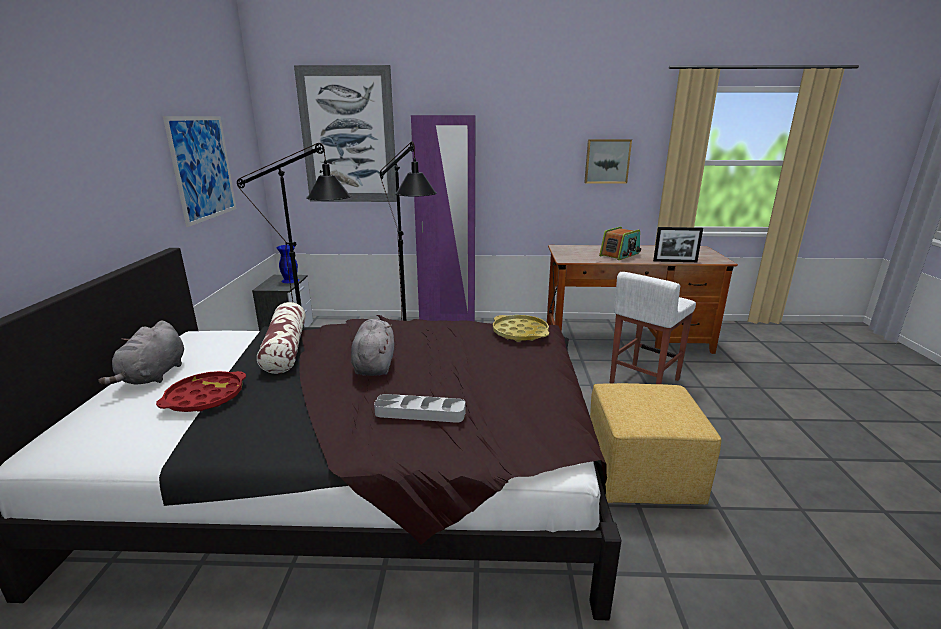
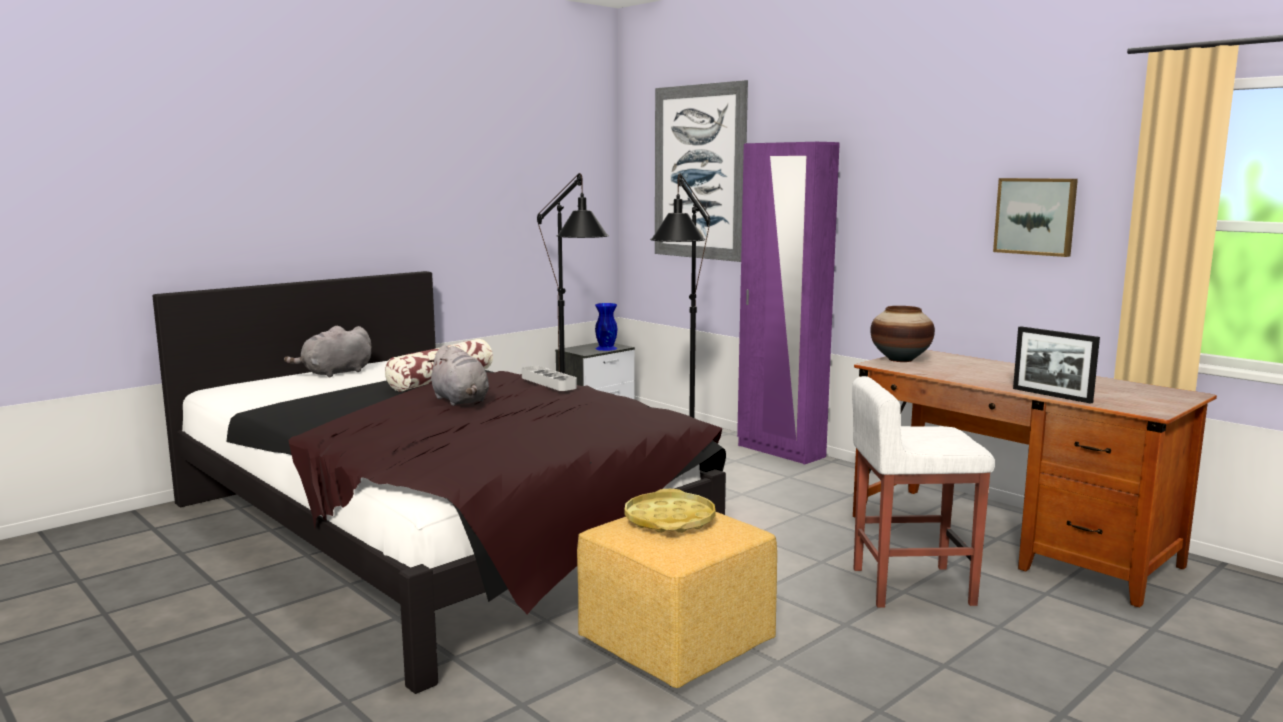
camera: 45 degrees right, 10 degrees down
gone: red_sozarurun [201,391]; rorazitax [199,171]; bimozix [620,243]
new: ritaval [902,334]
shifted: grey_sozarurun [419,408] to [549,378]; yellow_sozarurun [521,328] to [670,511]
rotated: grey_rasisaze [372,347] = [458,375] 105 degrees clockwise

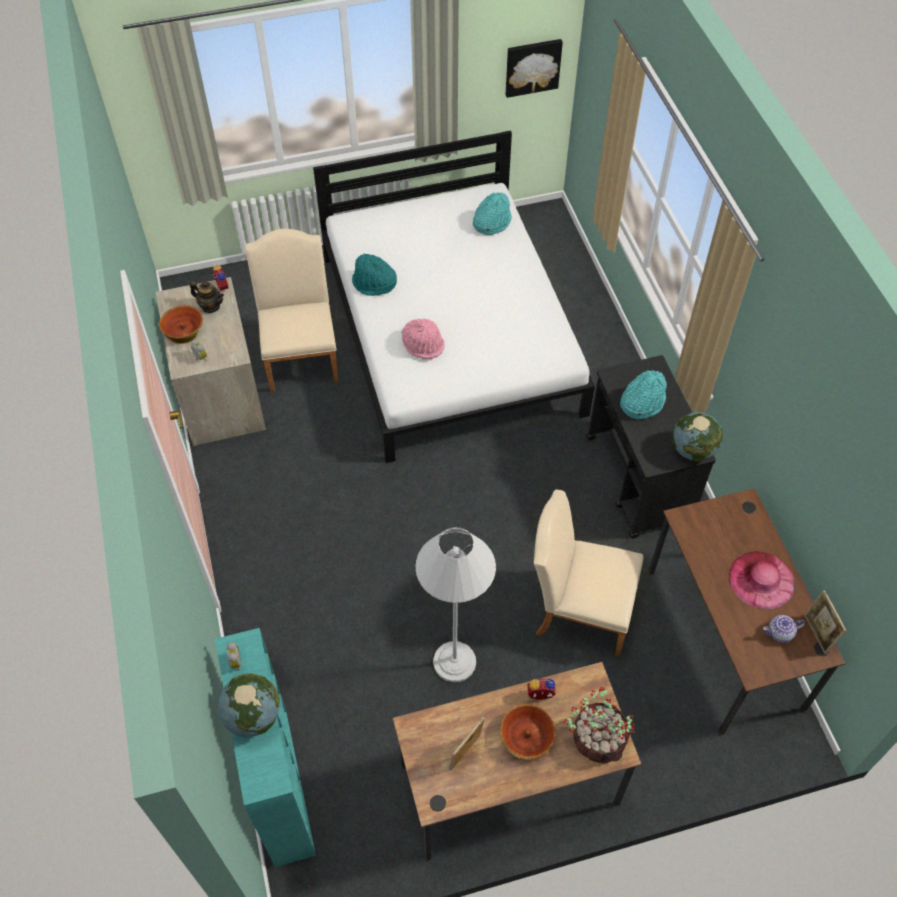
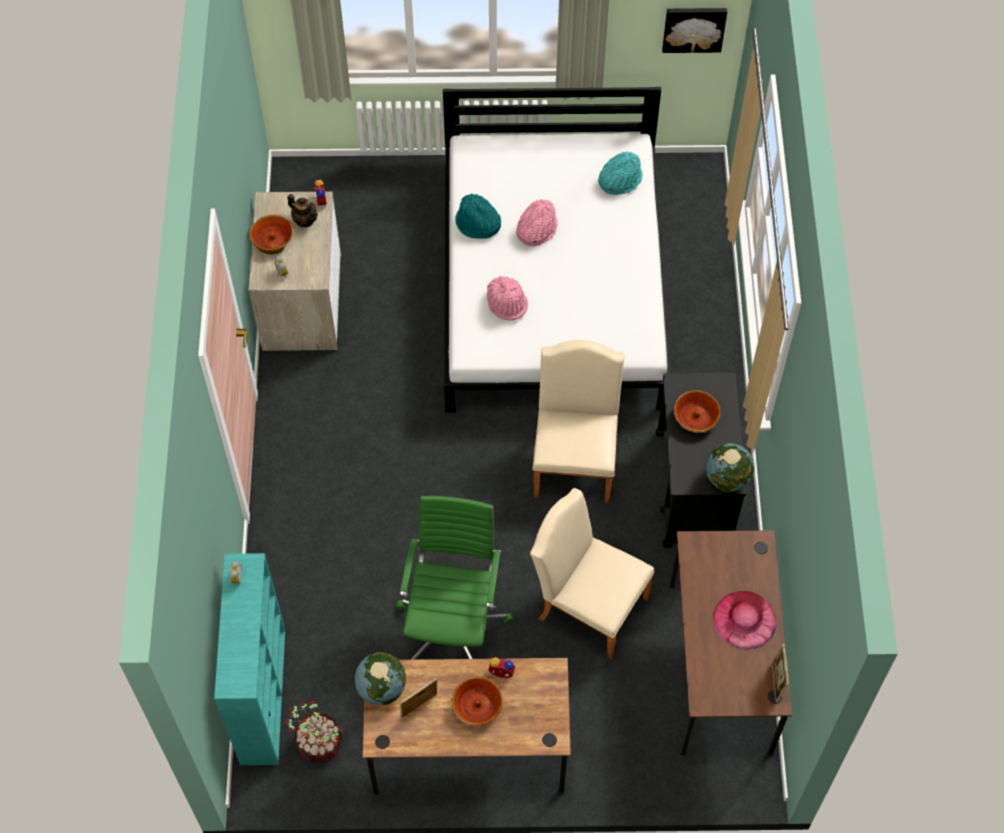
camera: 15 degrees right, 5 degrees up
gone: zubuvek [784,629]
new: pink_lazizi [537,222]
shifted: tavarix [599,725] to [313,732]; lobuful [248,705] to [380,678]; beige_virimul [292,311] to [578,421]
swapped: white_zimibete [455,604] to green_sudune [455,577]; turquoise_lazizi [643,395] to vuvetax [697,411]

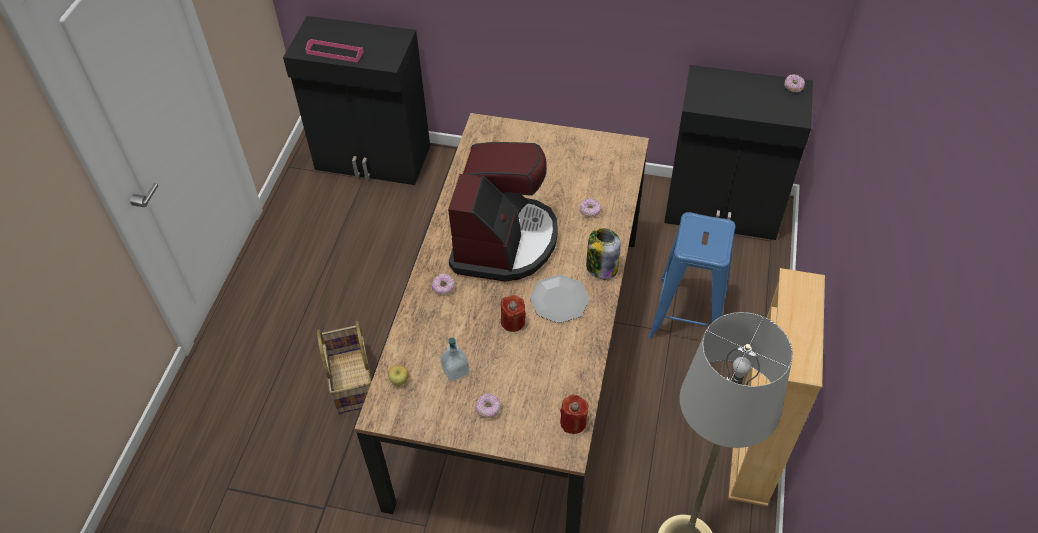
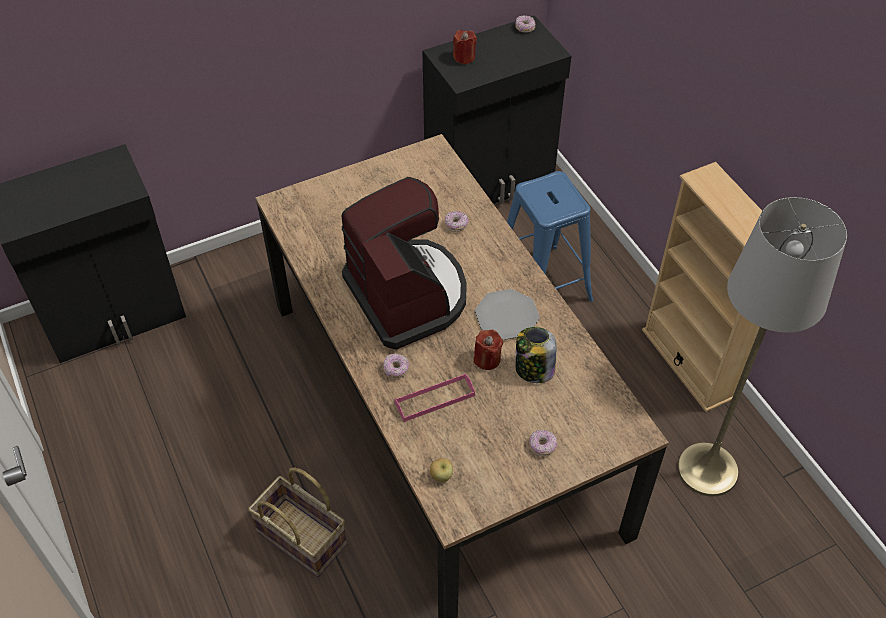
camera: 40 degrees left, 0 degrees up
gone: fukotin [455,359]
shifted: pink_sozarurun [334,50] to [435,398]; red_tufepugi [574,414] to [465,47]; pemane [603,253] to [536,355]

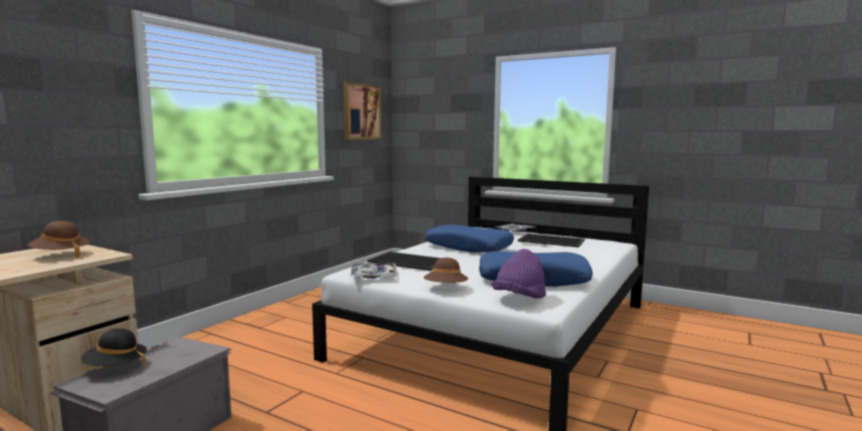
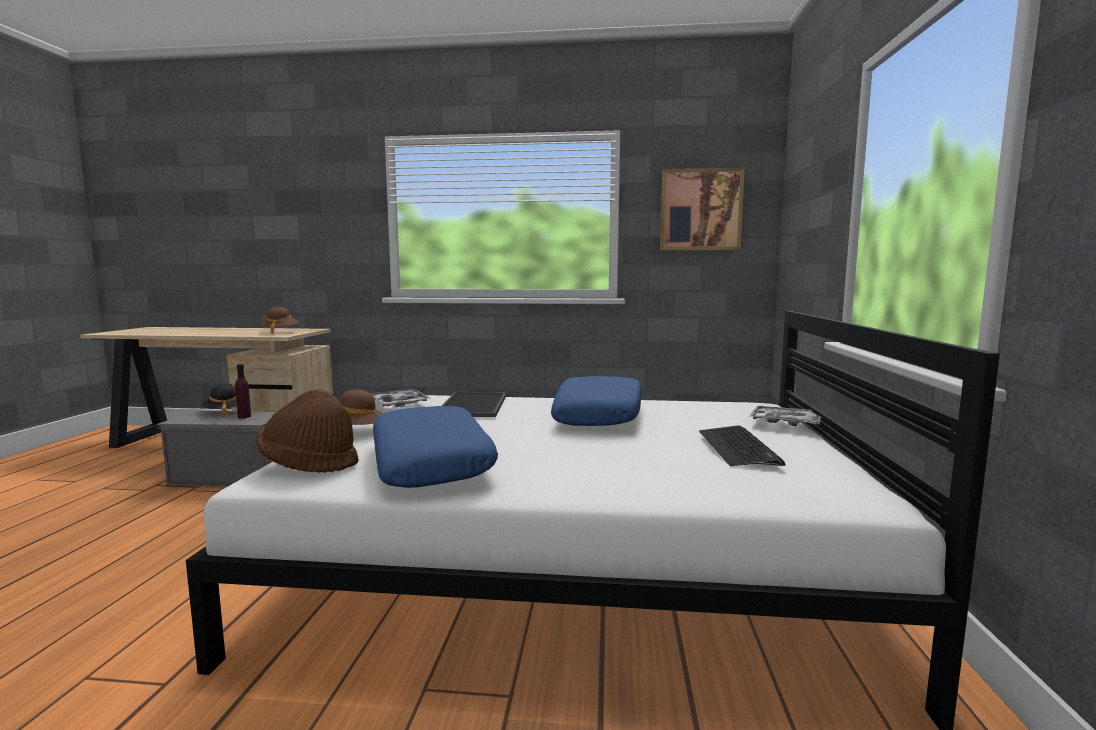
camera: 65 degrees right, 0 degrees up
new: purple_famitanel [243,391]
swapped: sozarurun [551,240] to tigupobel [742,445]
repainted: purple_lazizi [518,274] to brown_lazizi [307,431]

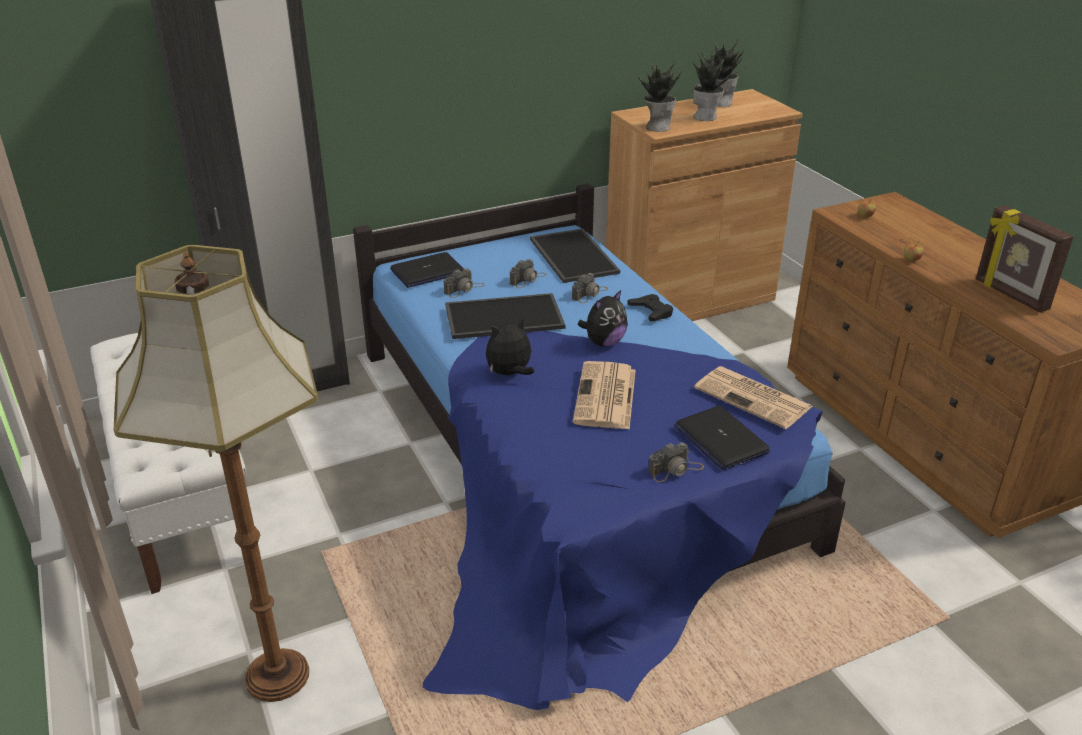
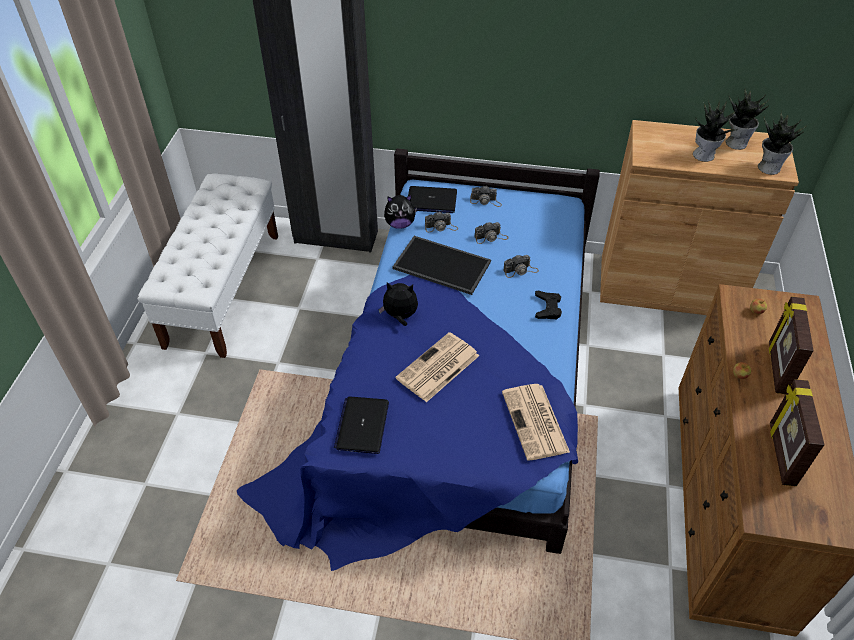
camera: 35 degrees right, 15 degrees up
gone: zimibete [216,473]; sozarurun [575,255]
new: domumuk [791,345]
shifted: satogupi [722,438] to [361,425]; rasisaze [603,318] to [400,212]; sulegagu [676,462] to [486,196]; tavarix [658,96] to [782,142]

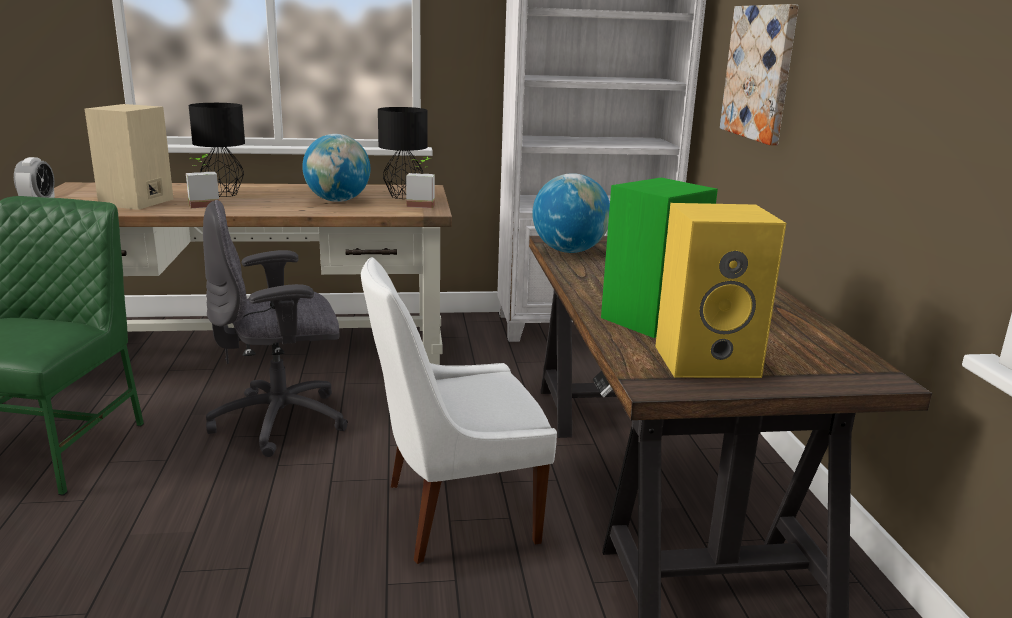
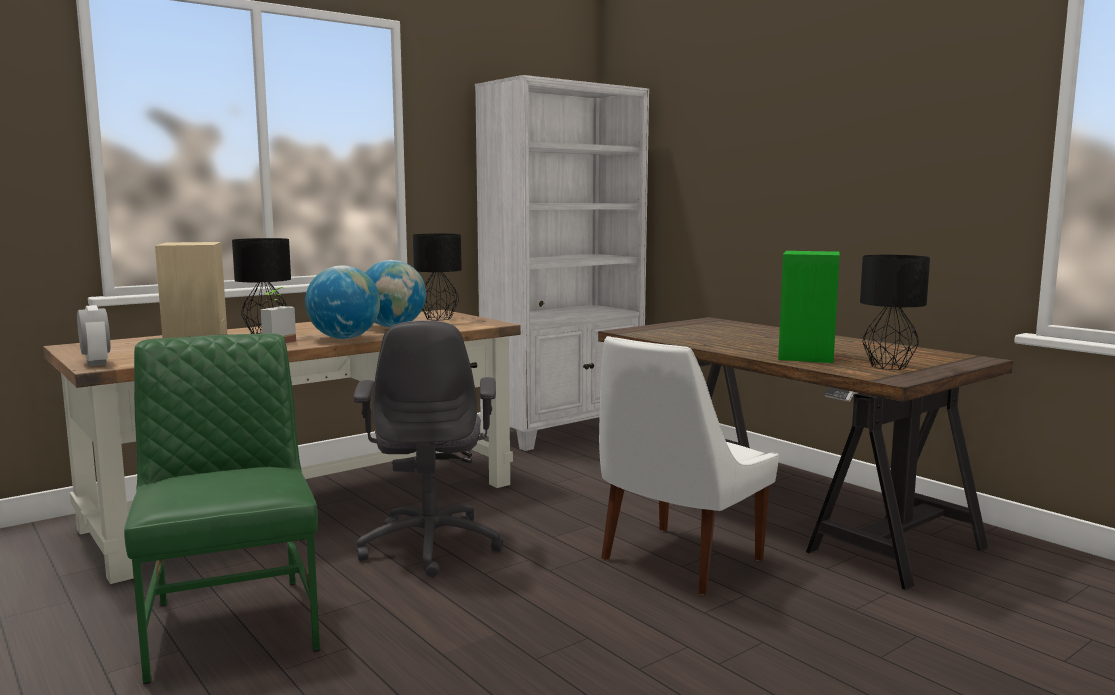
camera: 30 degrees left, 10 degrees down
gone: tavarix [420,182]; rorazitax [759,74]
shifted: lobuful [571,213] to [342,302]
swapped: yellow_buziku [720,290] to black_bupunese [895,312]
rotated: grey_sudune [275,328] = [428,448] 45 degrees counterclockwise

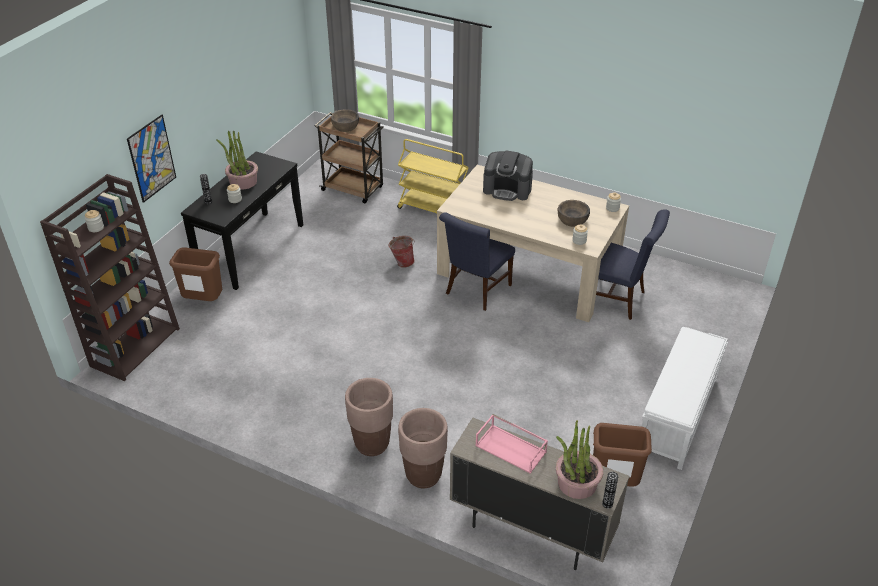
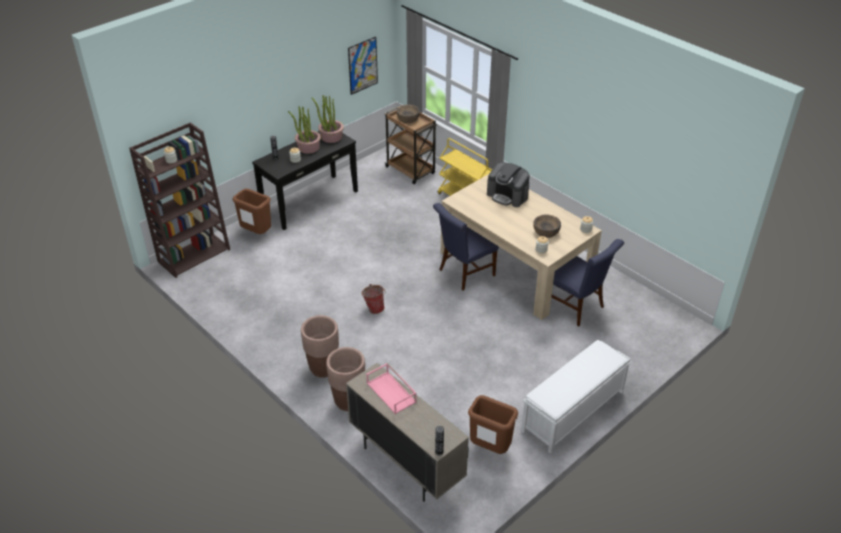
camera: 20 degrees right, 0 degrees up
shifted: tavarix [579,459] to [328,119]; rorazitax [151,159] to [363,66]; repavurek [401,252] to [374,299]

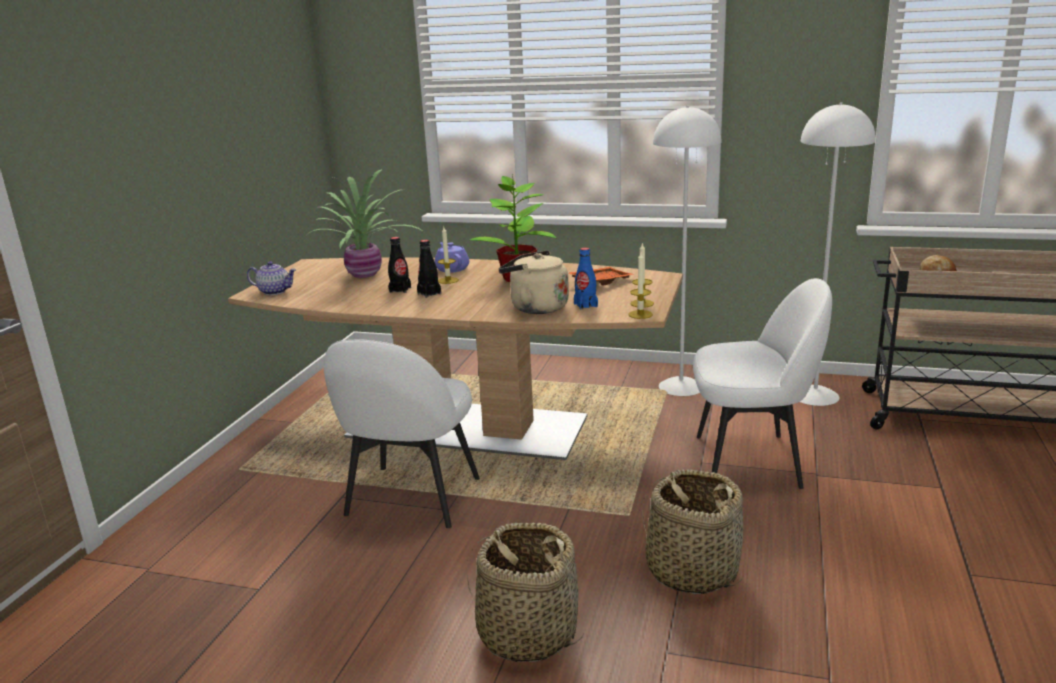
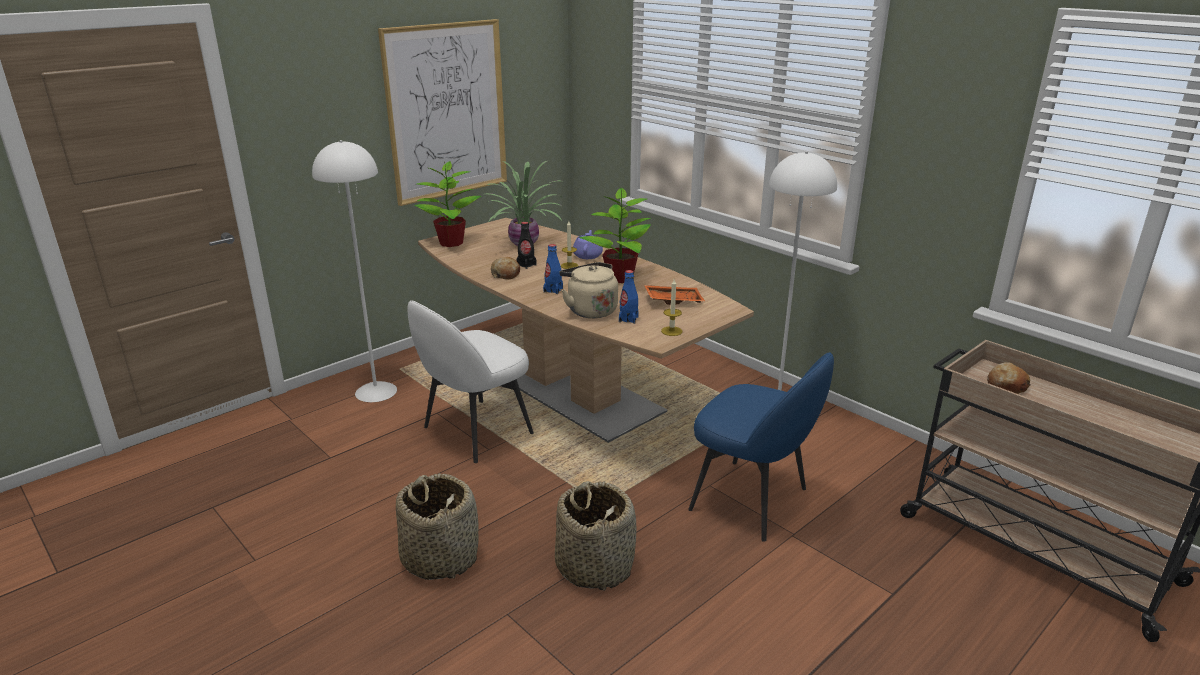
camera: 30 degrees right, 5 degrees up
gone: black_famitanel [429,269]; tufepugi [640,285]
new: rorazitax [442,112]; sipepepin [505,268]; blue_famitanel [553,269]
shifted: white_zimibete [838,254] to [354,271]
swapped: zubuvek [271,278] to tavarix [447,204]
repainted: white_virimul [762,383] to blue_virimul [761,447]

